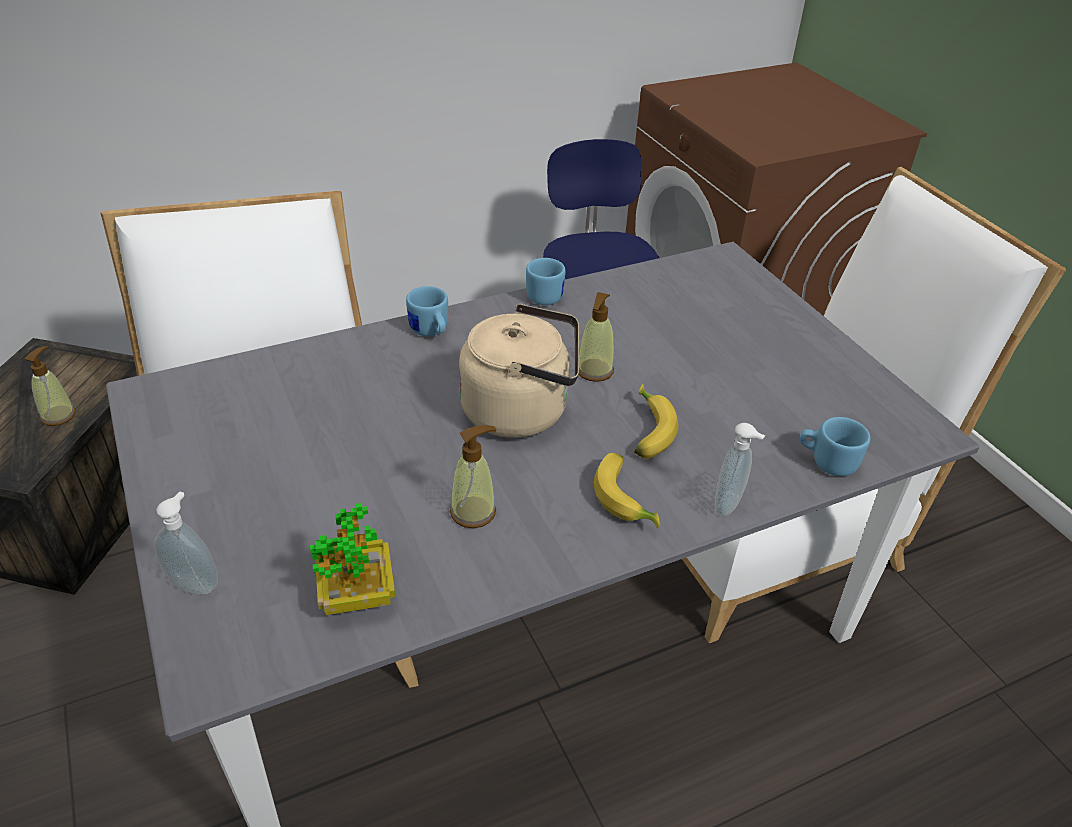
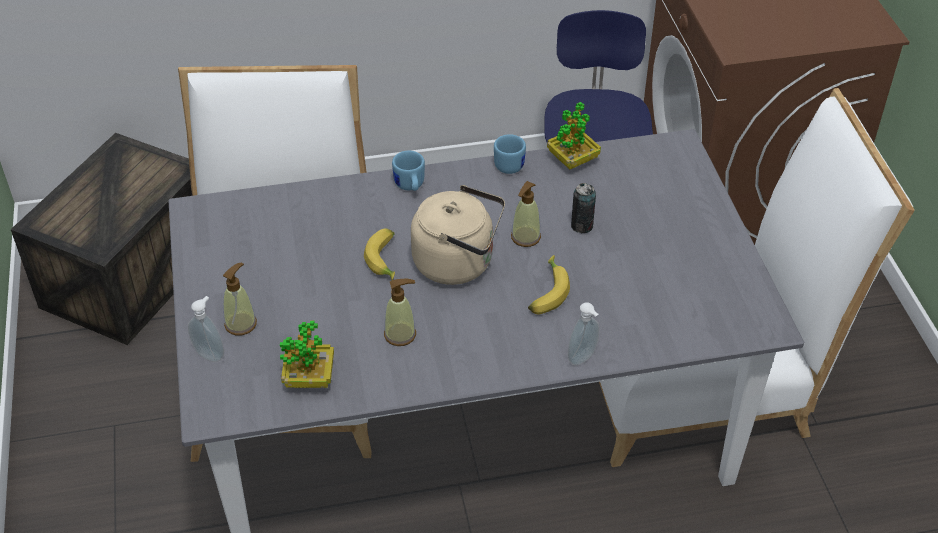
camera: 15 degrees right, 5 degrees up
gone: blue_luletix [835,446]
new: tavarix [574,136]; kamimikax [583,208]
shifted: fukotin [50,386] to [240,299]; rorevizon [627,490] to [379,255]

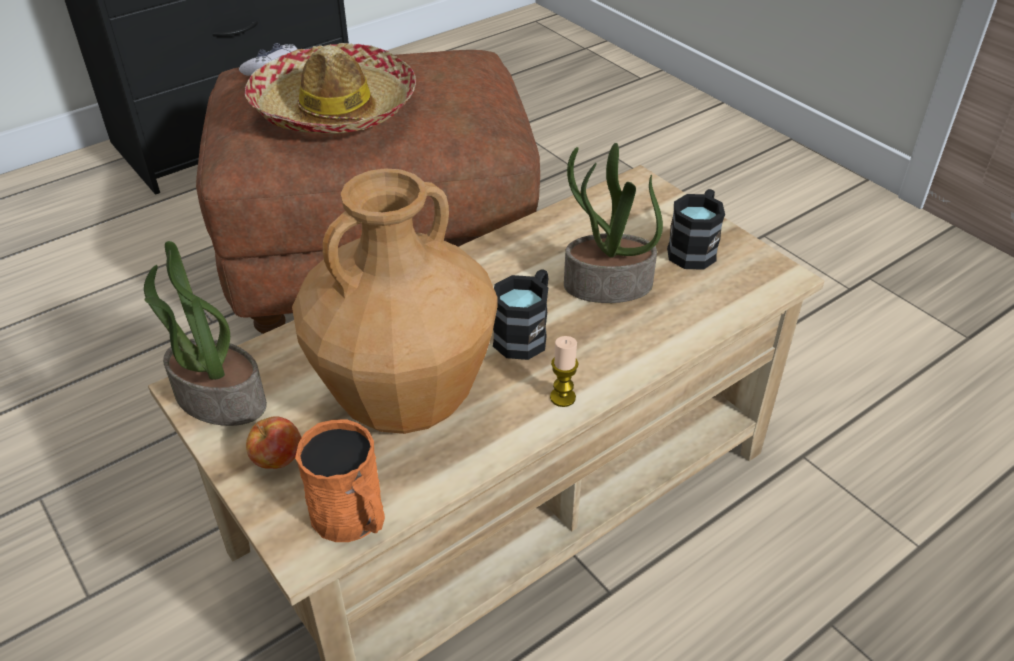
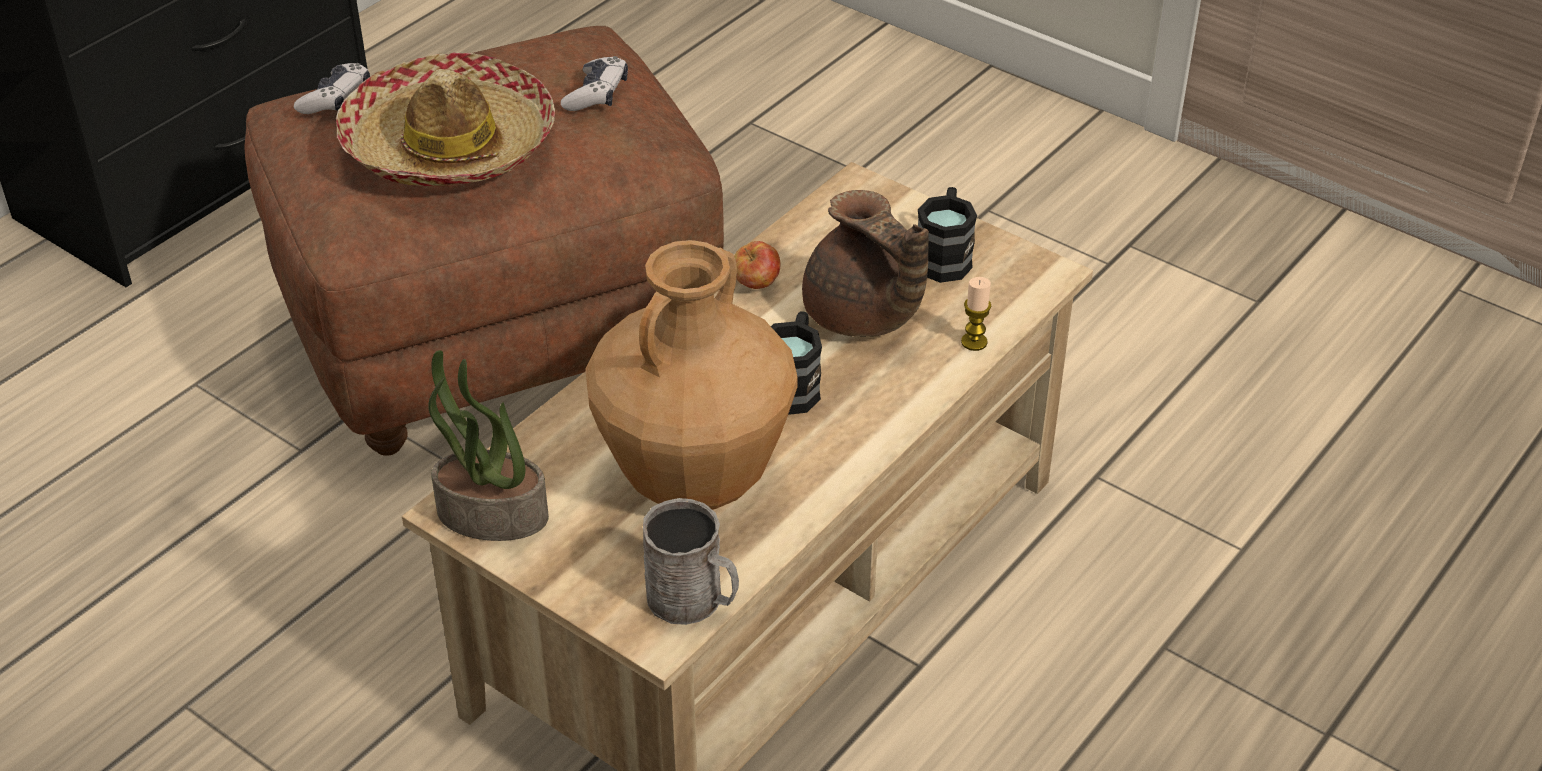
camera: 15 degrees left, 0 degrees up
new: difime [594,83]
shifted: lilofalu [274,442] to [757,265]; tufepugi [564,371] to [976,314]
swapped: tavarix [613,223] to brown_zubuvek [865,263]
repainted: orange_luletix [340,480] to grey_luletix [691,561]

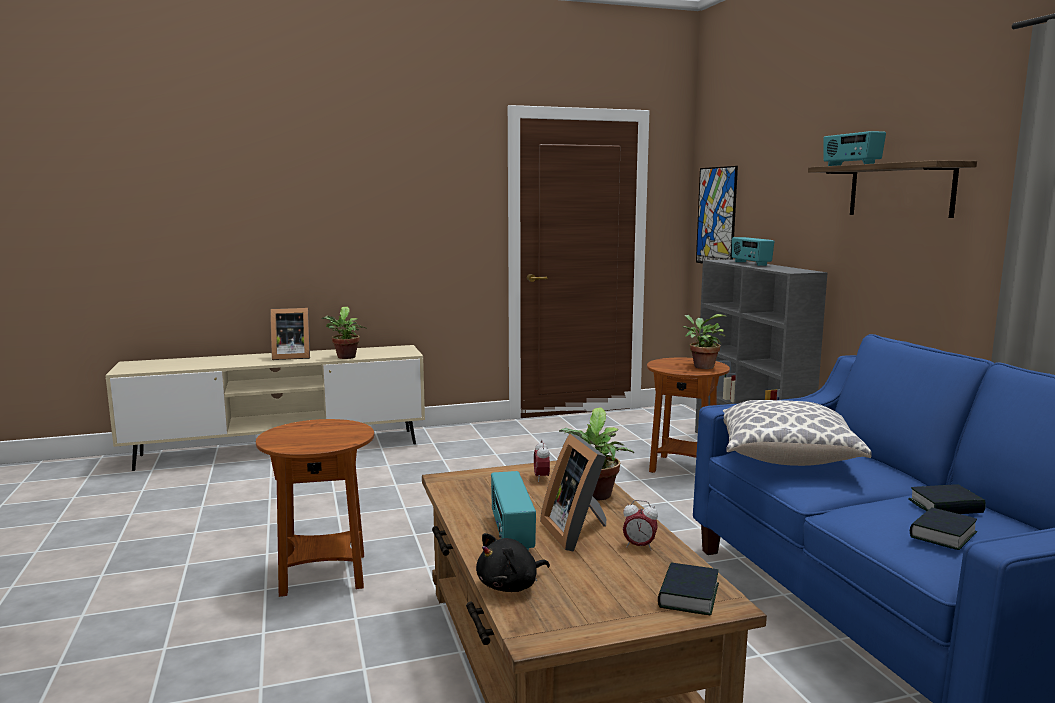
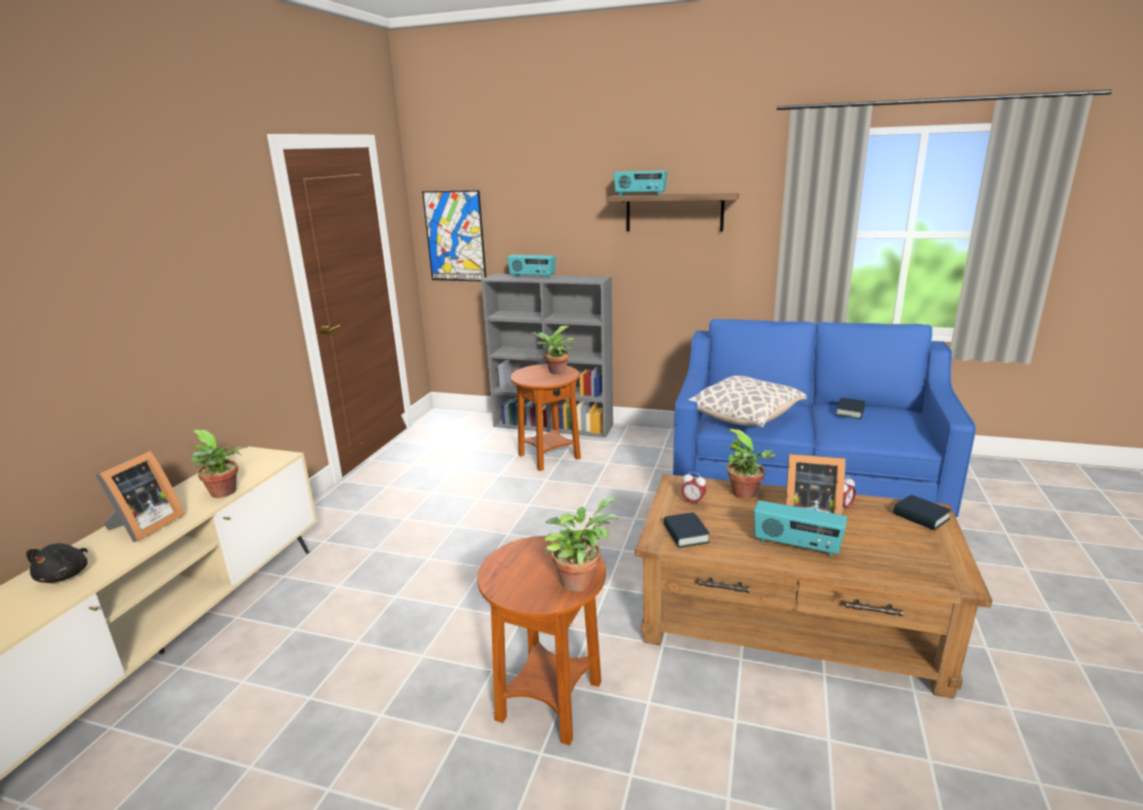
camera: 55 degrees left, 10 degrees up
new: tavarix [581,544]
shifted: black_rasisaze [513,562] to [57,563]; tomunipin [943,528] to [686,530]

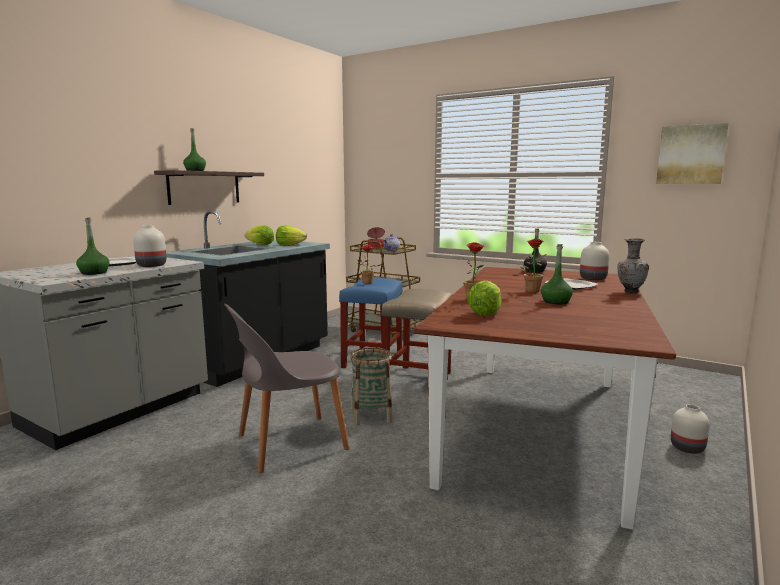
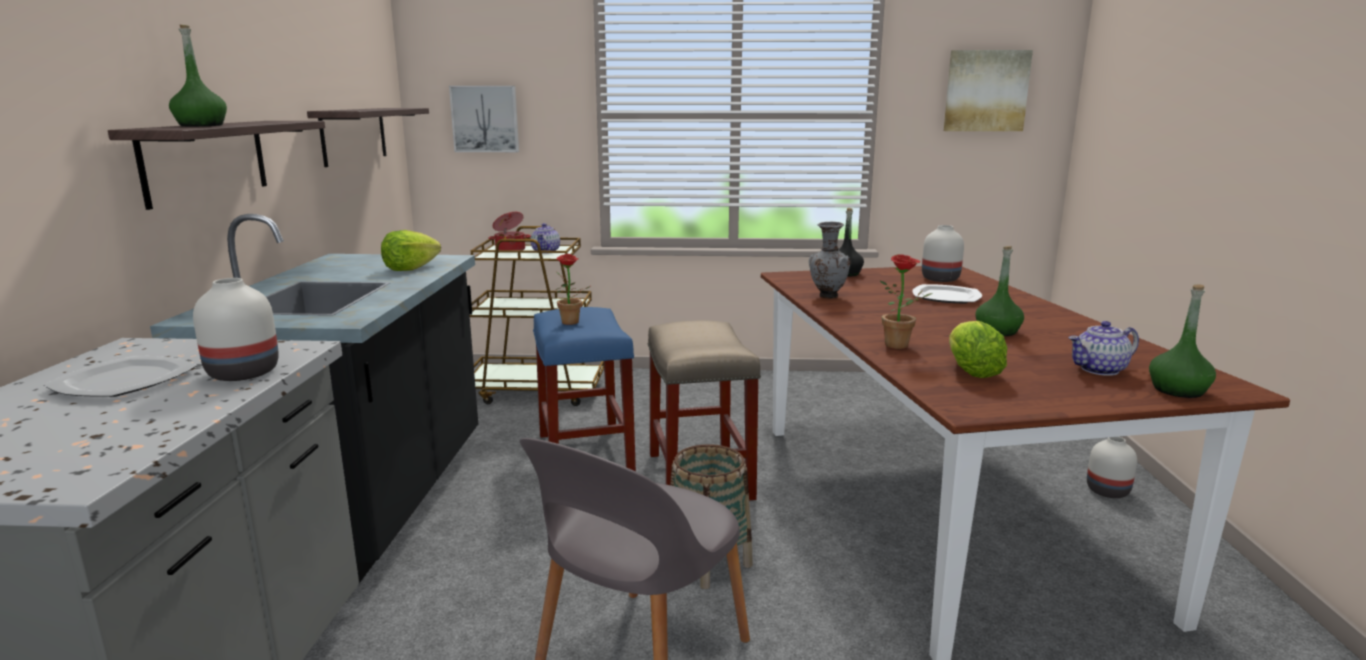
camera: 30 degrees left, 5 degrees up
gone: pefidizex [259,235]; tavarix [533,266]
new: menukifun [368,137]; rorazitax [484,119]; zubuvek [1104,348]
shifted: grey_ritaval [633,265] to [830,260]; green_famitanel [93,246] to [1182,341]

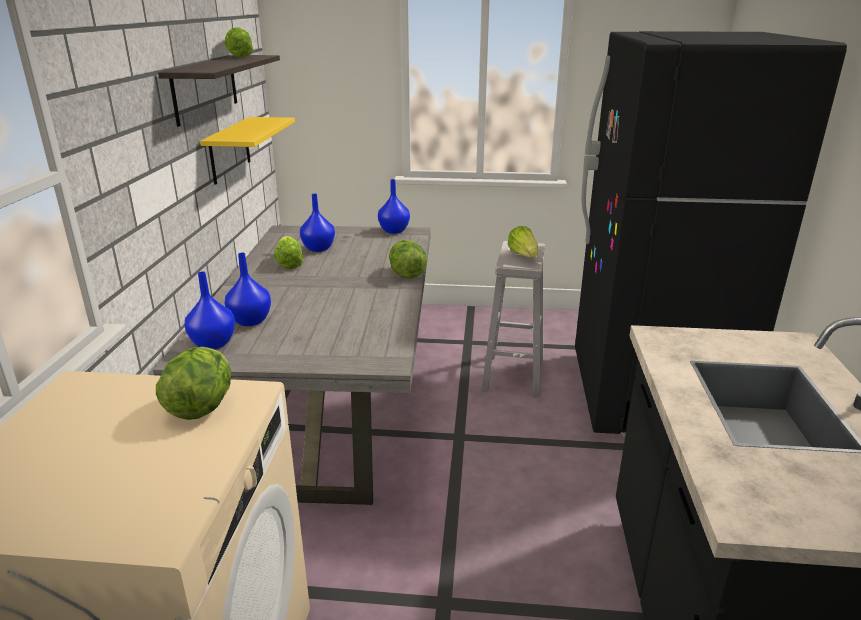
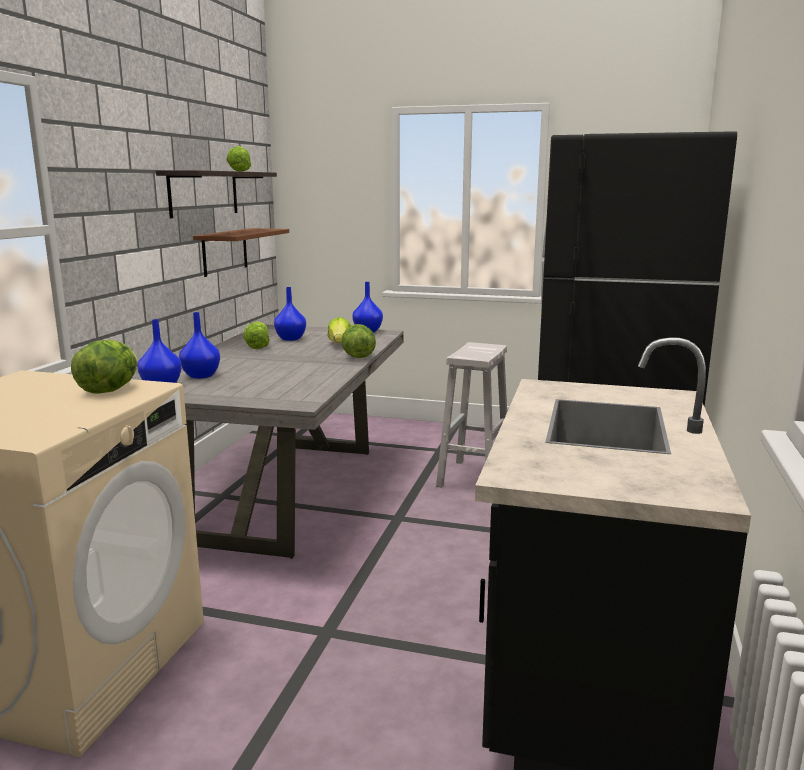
camera: 10 degrees right, 10 degrees down
shifted: pefidizex [523,241] to [339,330]
repainted: yellow_menukifun [247,151] to brown_menukifun [241,252]

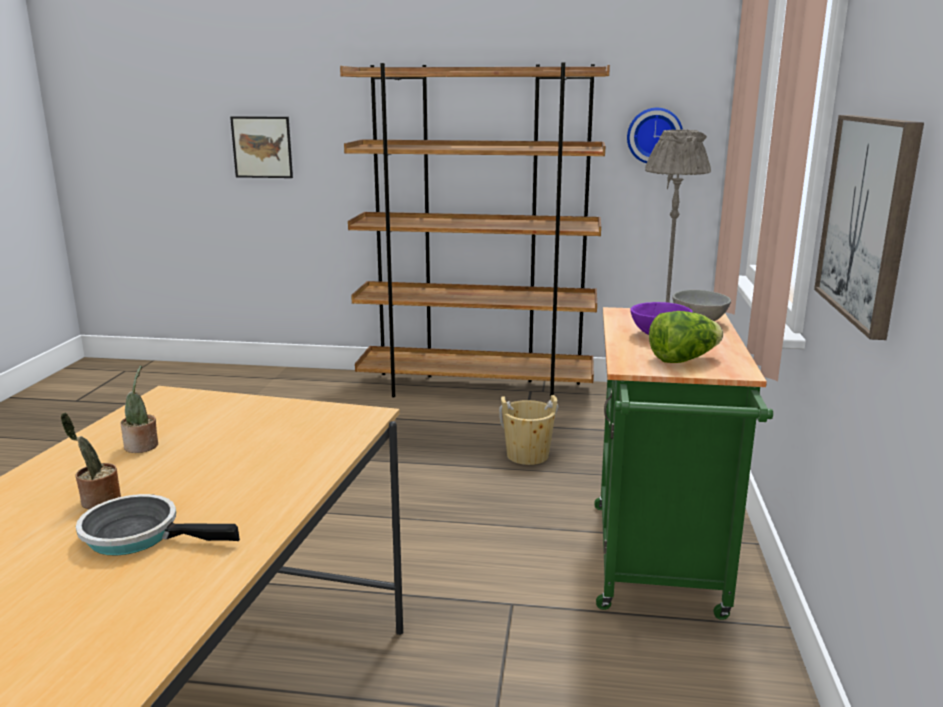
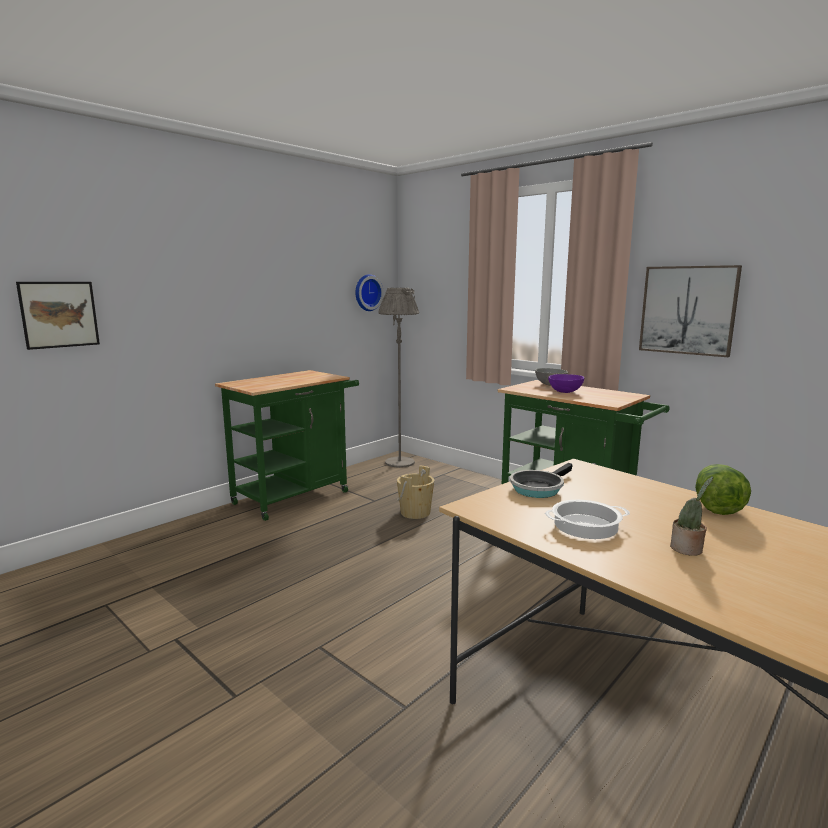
camera: 55 degrees left, 5 degrees down
shifted: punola [158,525] to [541,480]; pefidizex [686,337] to [723,489]
swapped: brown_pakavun [475,230] to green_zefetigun [287,445]; tavarix [139,409] to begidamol [587,519]

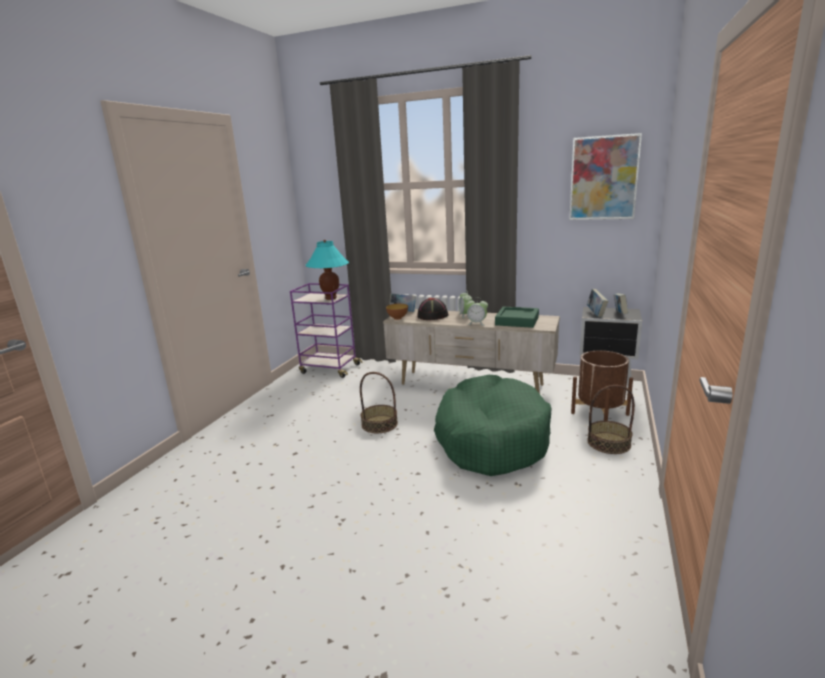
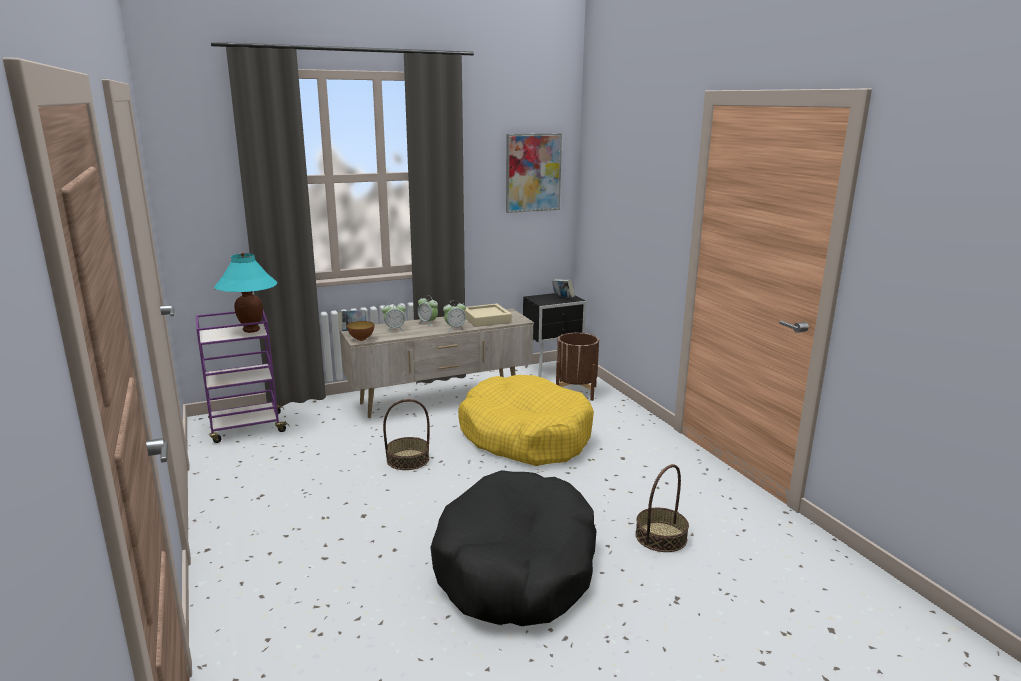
camera: 45 degrees left, 0 degrees up
gone: tomunipin [597,303]
new: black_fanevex [513,548]
shifted: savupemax [611,419] to [662,508]
swapped: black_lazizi [432,309] to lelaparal [394,316]
repainted: green_fanevex [492,425] to yellow_fanevex [526,420]; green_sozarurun [517,317] to beige_sozarurun [487,315]

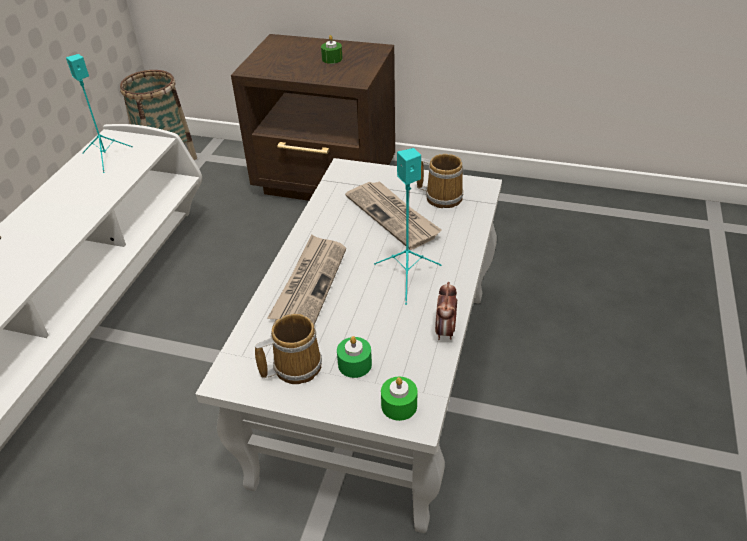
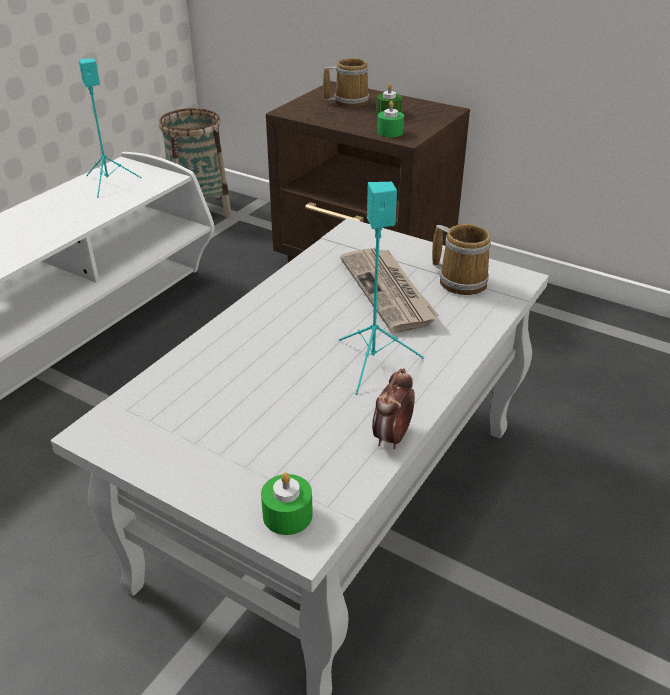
camera: 15 degrees right, 5 degrees down
gone: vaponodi [306,280]
shifted: luletix [288,349] to [346,83]; green_tufepugi [354,357] to [390,119]

